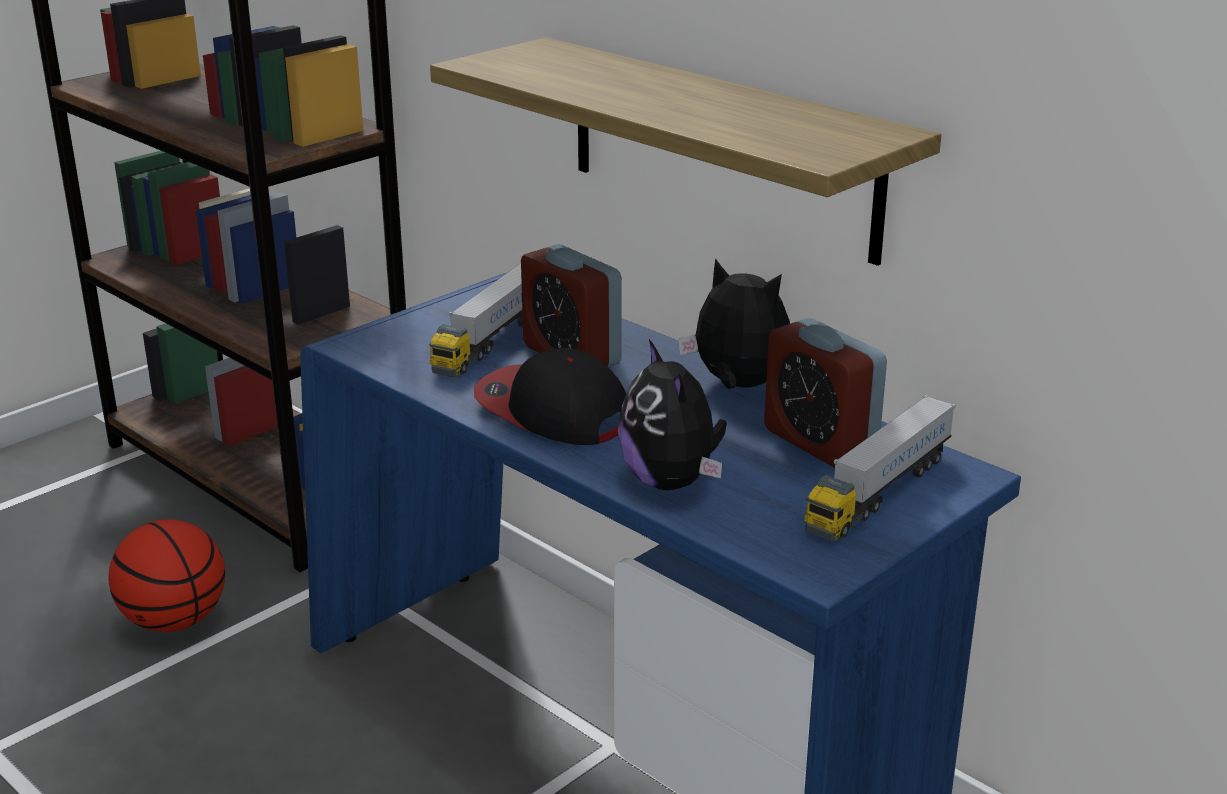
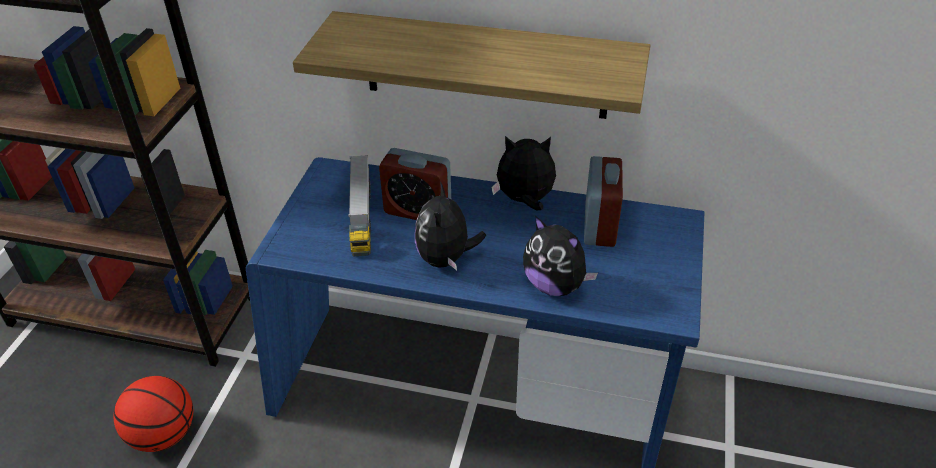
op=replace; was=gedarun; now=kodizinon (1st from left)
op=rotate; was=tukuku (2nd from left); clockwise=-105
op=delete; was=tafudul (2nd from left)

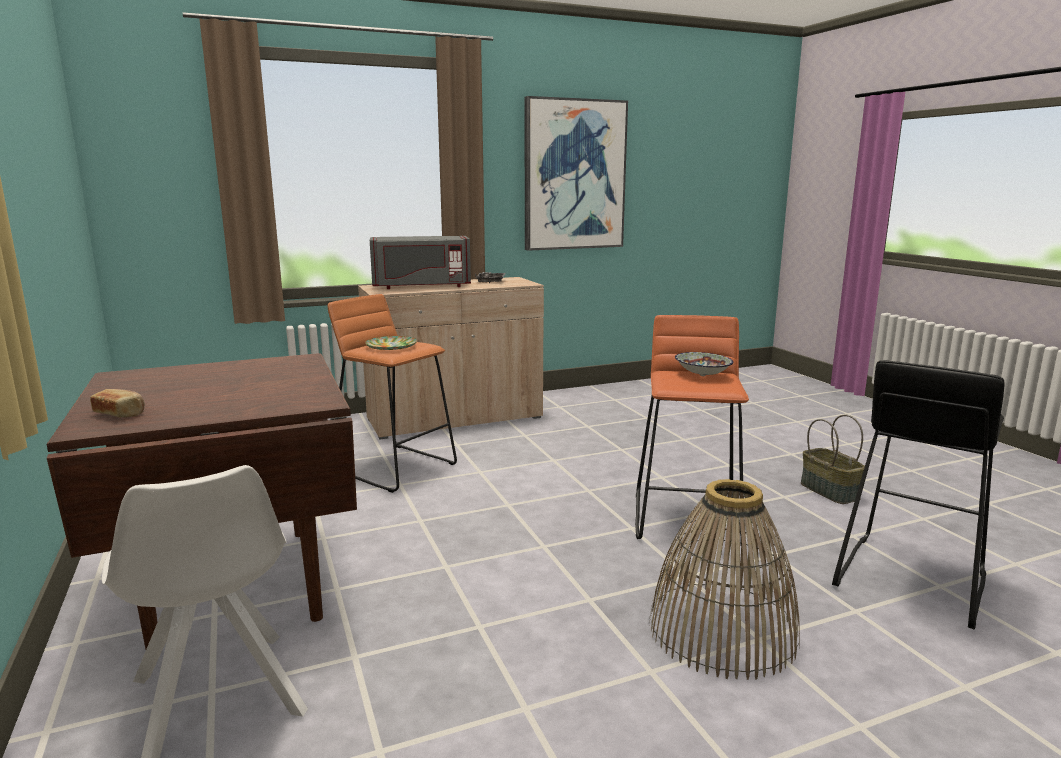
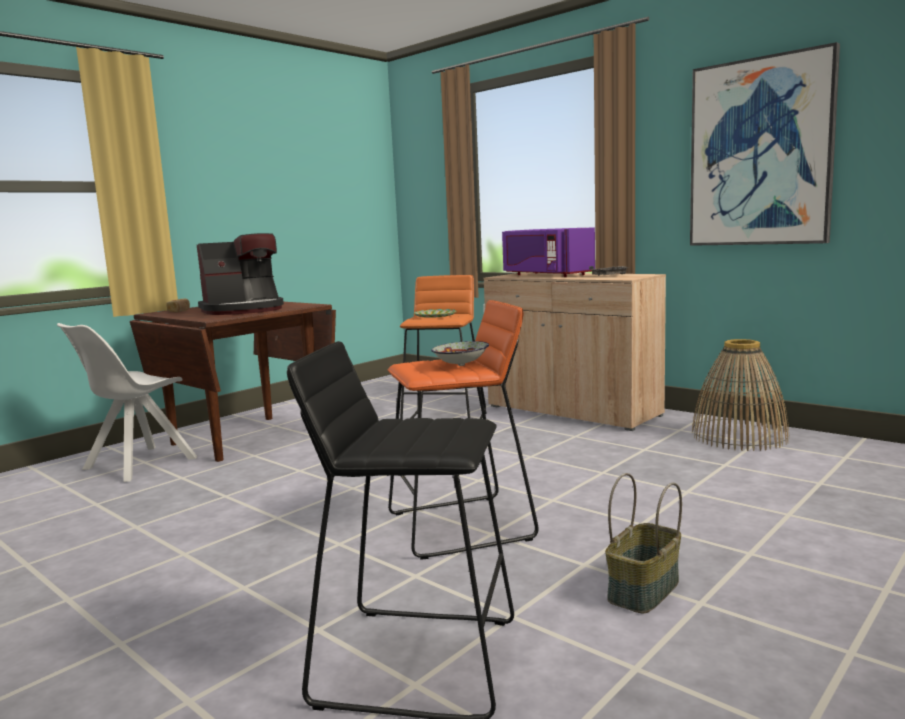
op=insert; now=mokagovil
op=recolor; was=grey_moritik; now=purple_moritik
op=move; was=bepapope (1st from left in the first image); now=bepapope (2nd from left)

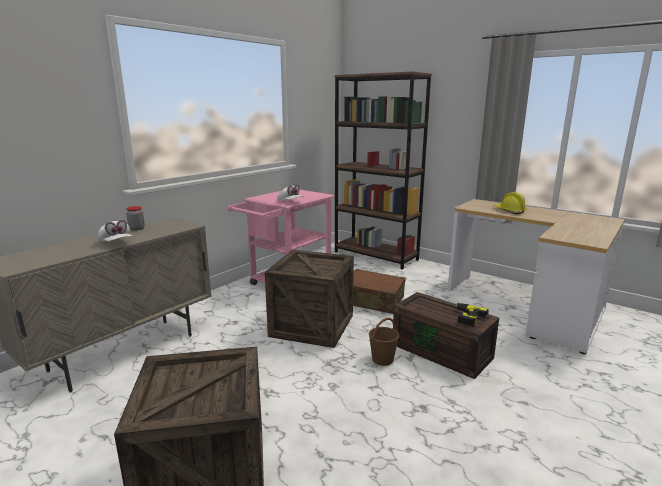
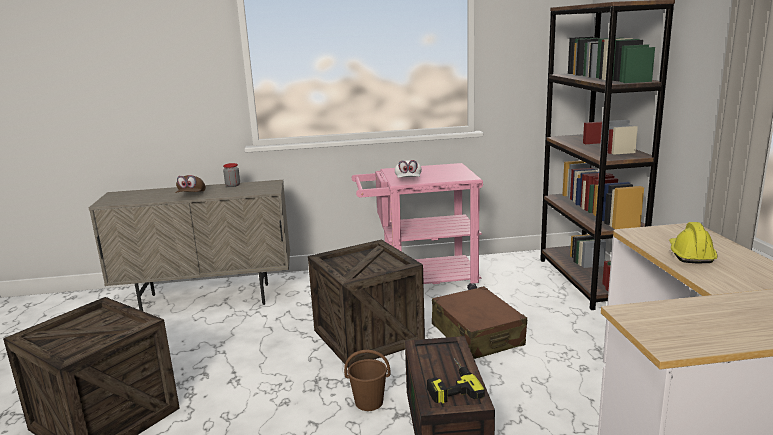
op=recolor; was=white_gedarun (1st from left); now=brown_gedarun

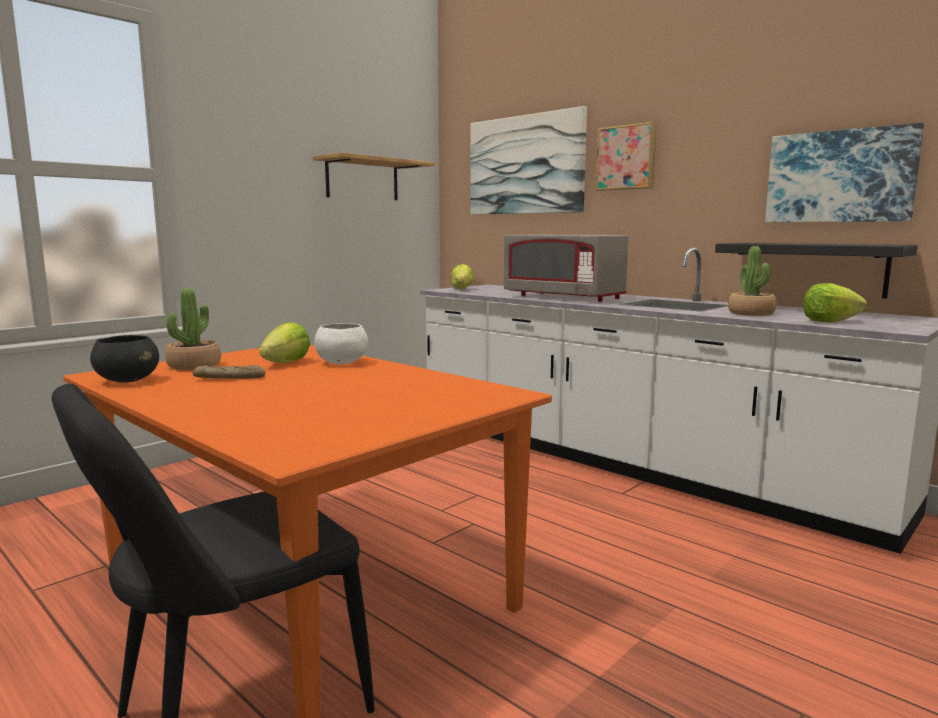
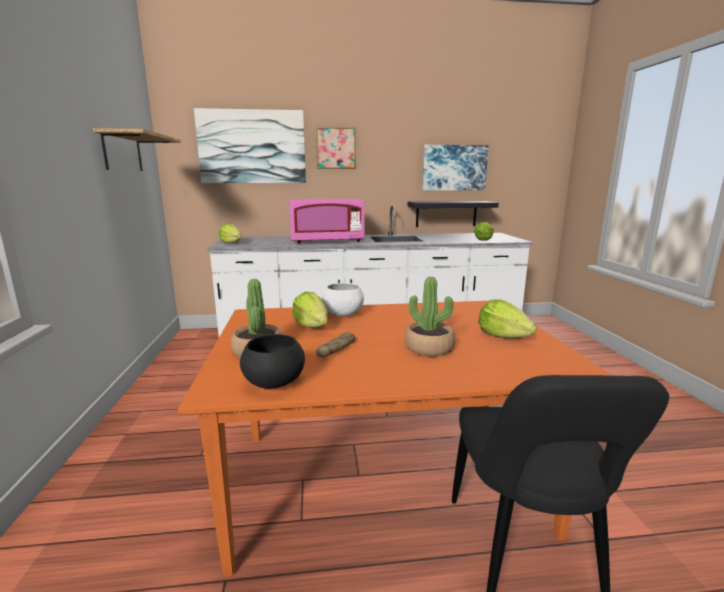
op=recolor; was=grey_moritik; now=pink_moritik
op=move; was=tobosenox (2nd from left)
op=insert; now=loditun (4th from left)

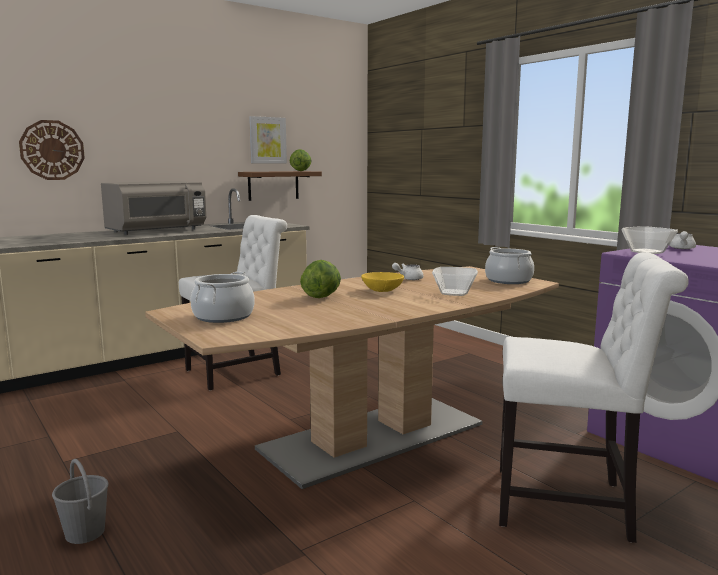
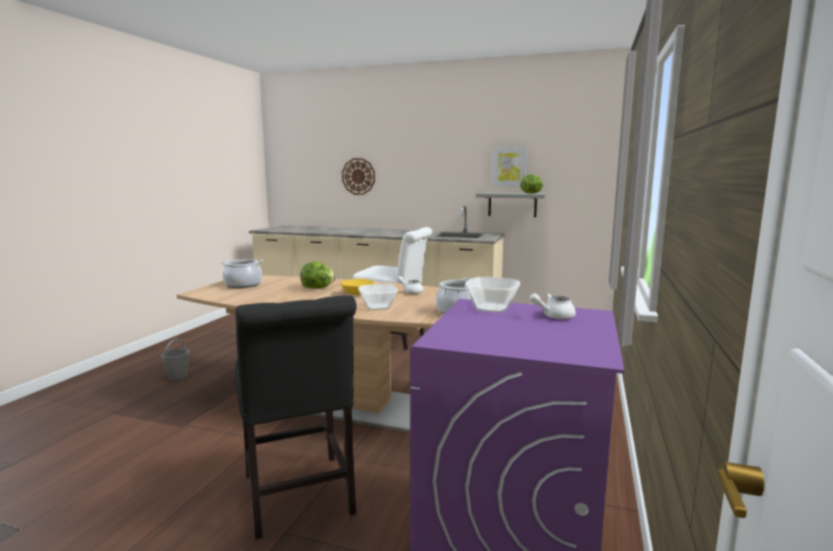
op=recolor; was=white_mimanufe (2nd from left); now=black_mimanufe
op=recolor; was=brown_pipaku; now=grey_pipaku
op=delete; was=grey_moritik

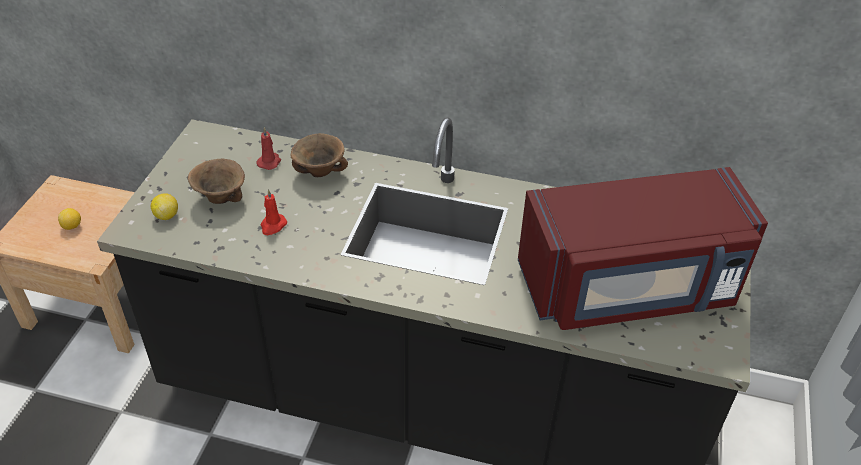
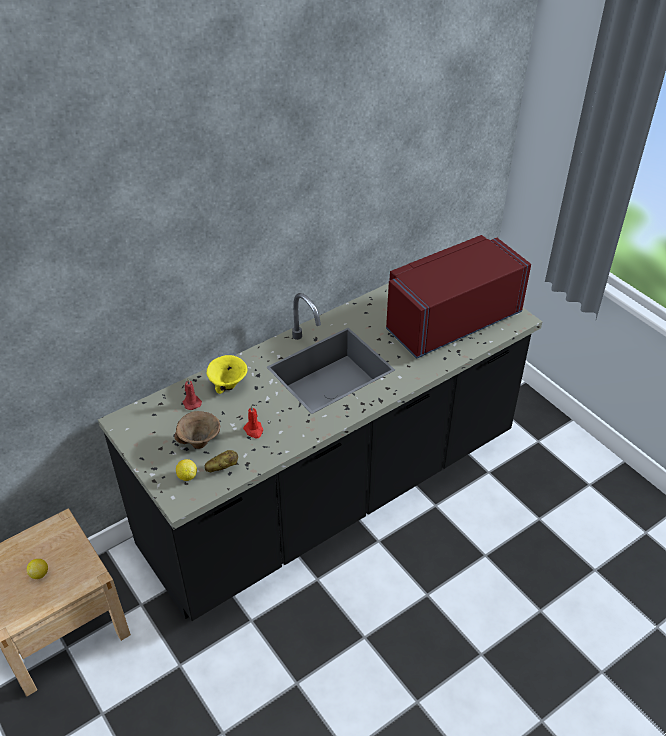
op=insert; now=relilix
op=recolor; was=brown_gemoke (2nd from left); now=yellow_gemoke
op=rotate; was=red_moritik; clockwise=-150

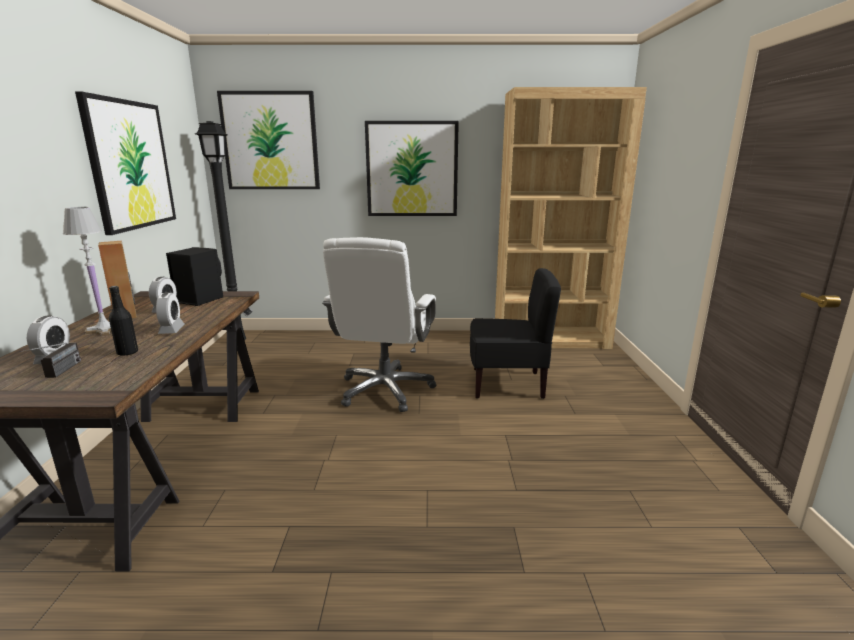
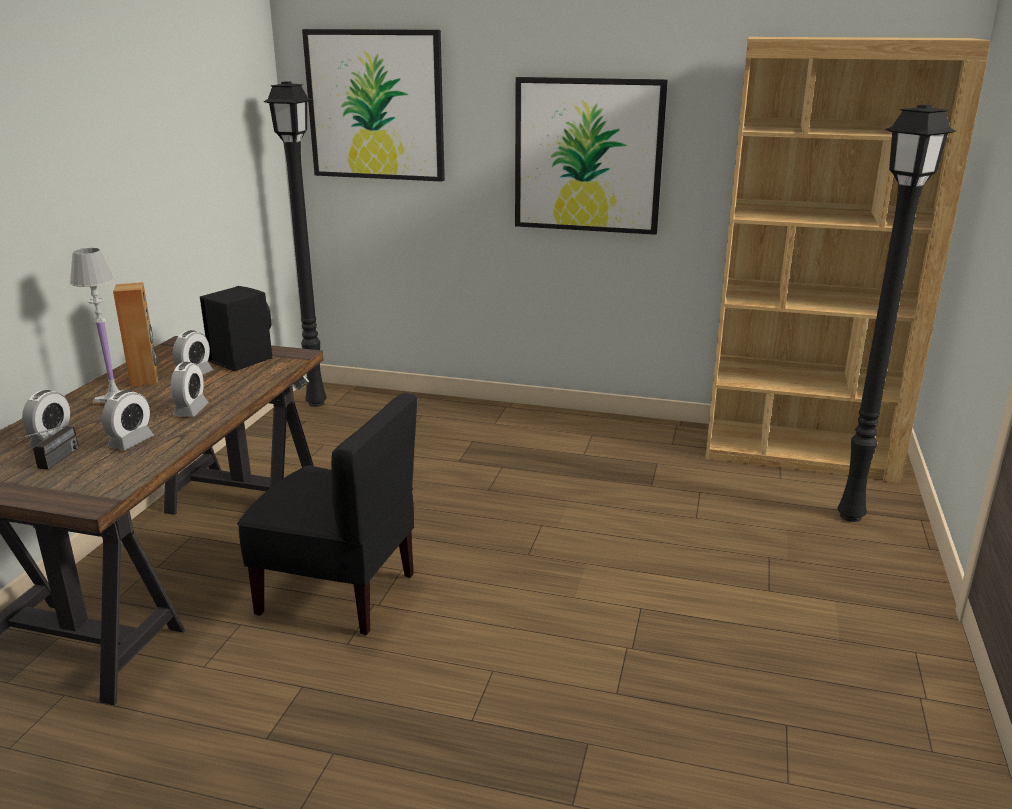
op=replace; was=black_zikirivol; now=tukuku (2nd from left)
op=move; was=black_mimanufe
op=insert; now=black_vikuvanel (2nd from left)
op=delete; was=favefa (1st from left)
op=delete; was=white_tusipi

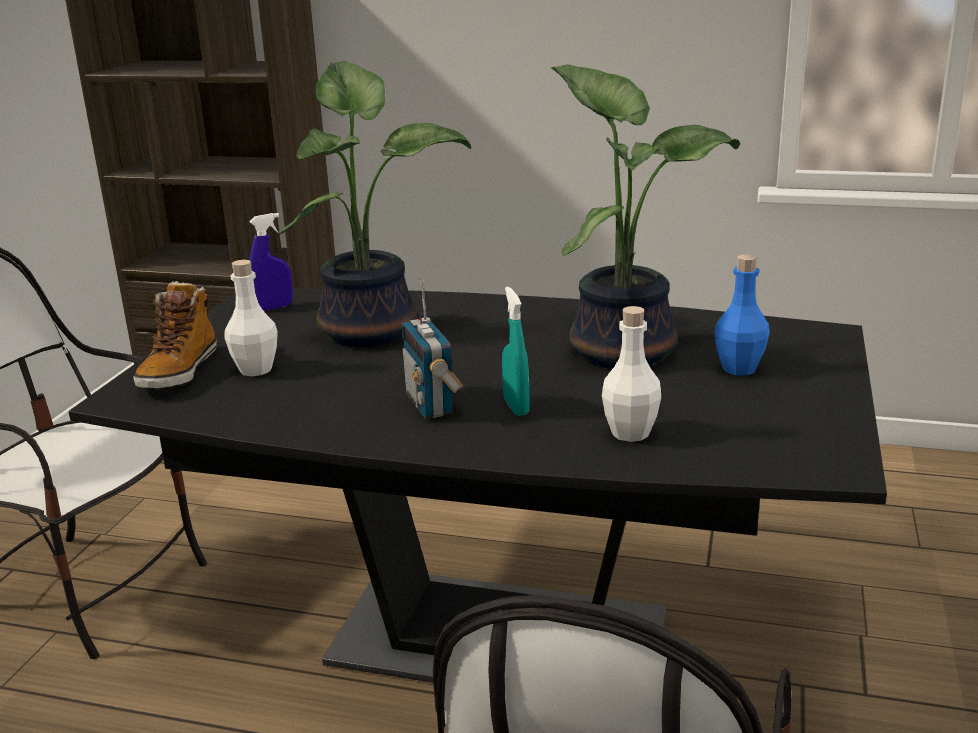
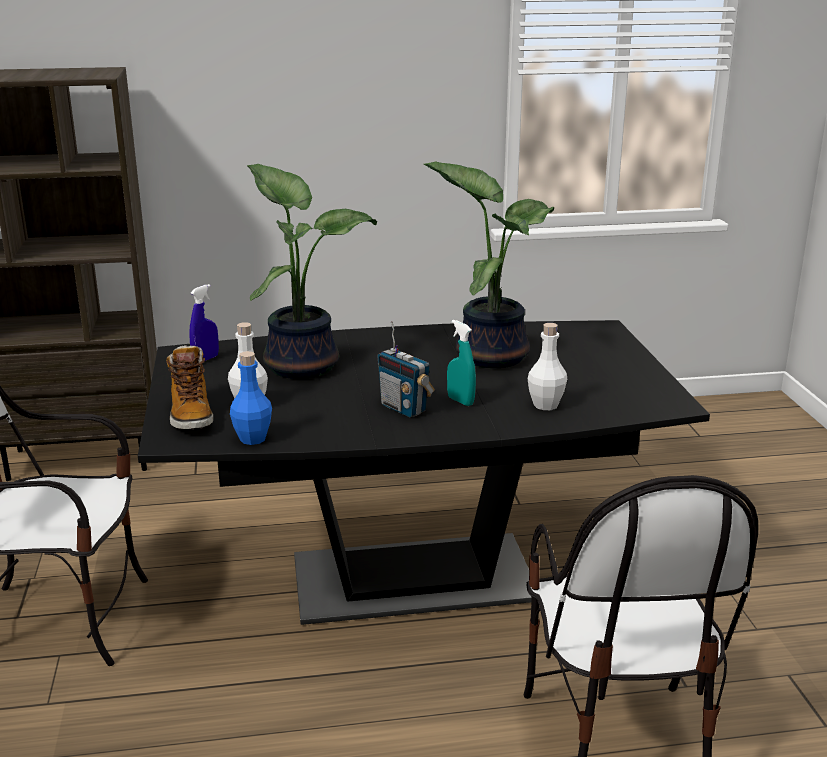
op=move; was=blue_zikirivol

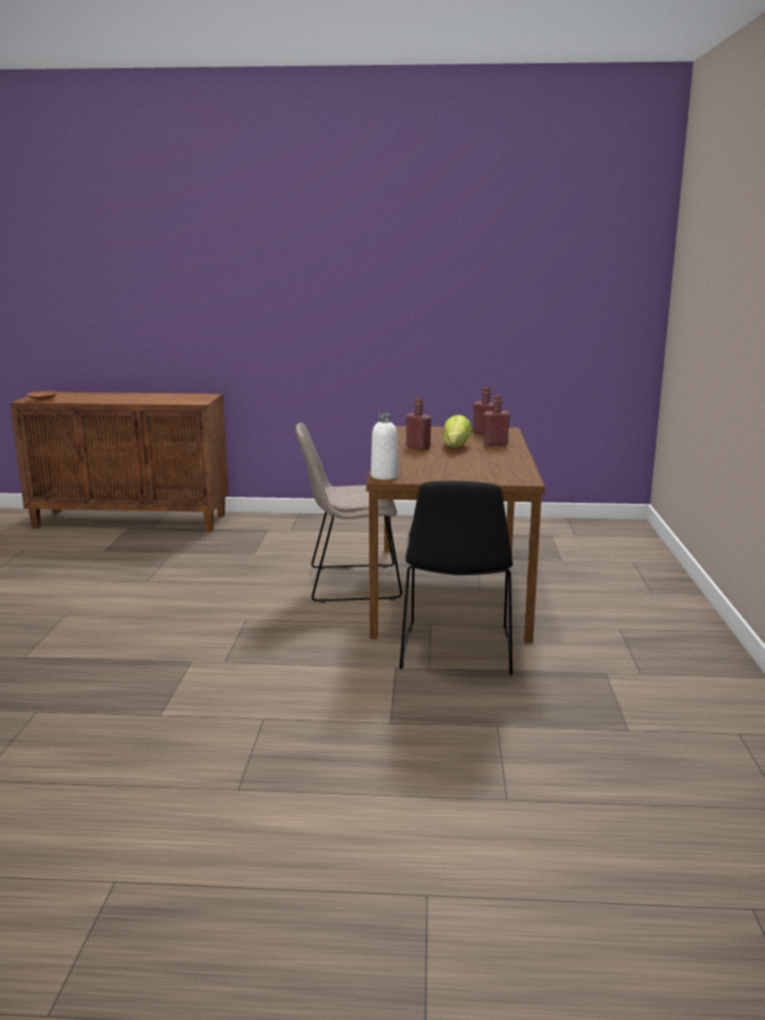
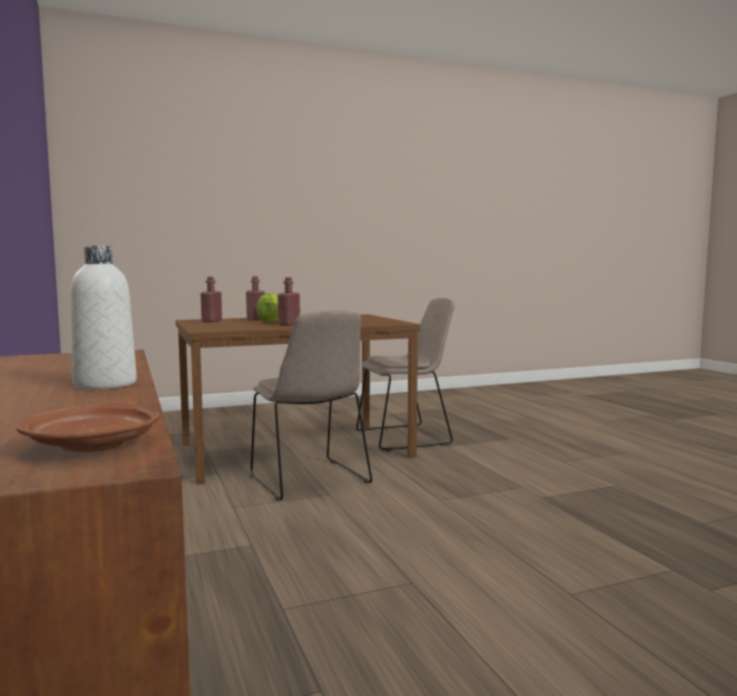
op=move; was=white_zikirivol
op=recolor; was=black_mimanufe; now=beige_mimanufe (2nd from left)

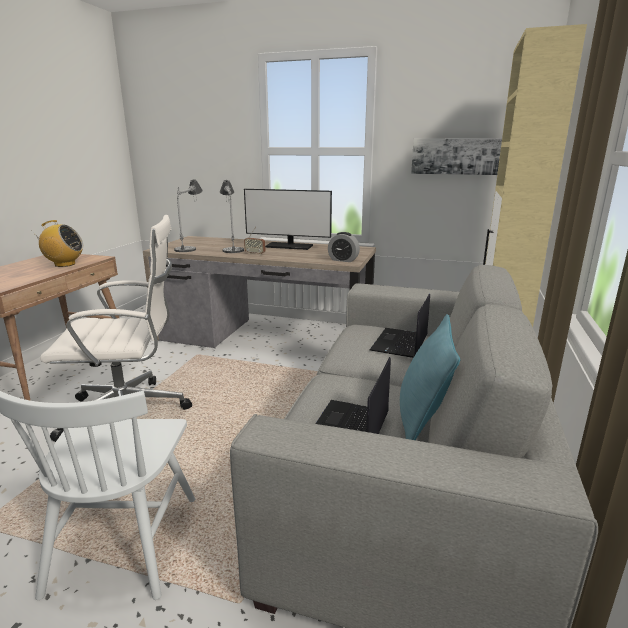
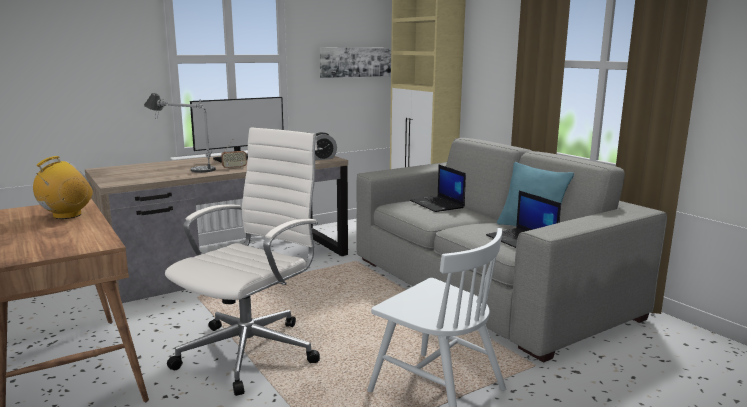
op=delete; was=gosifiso (1st from left)

